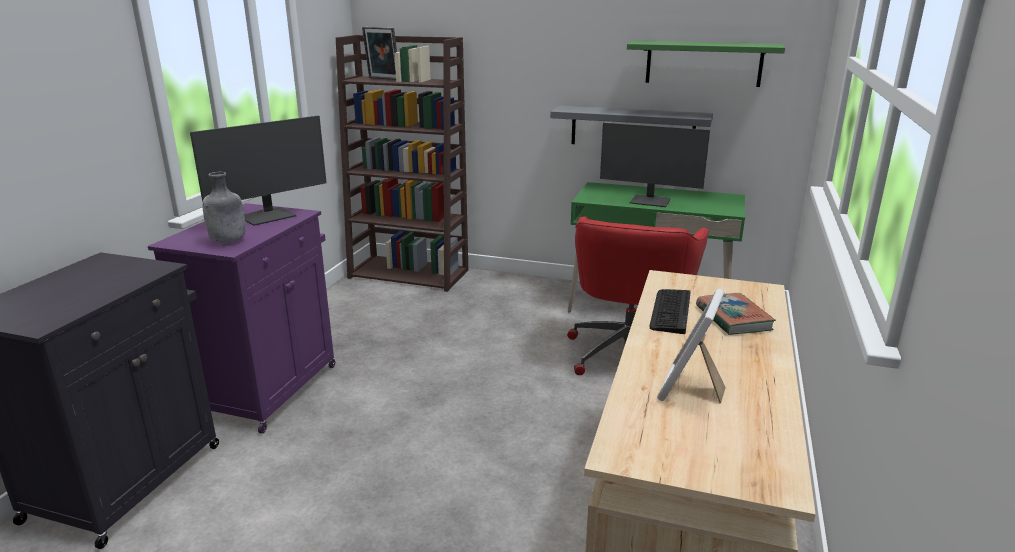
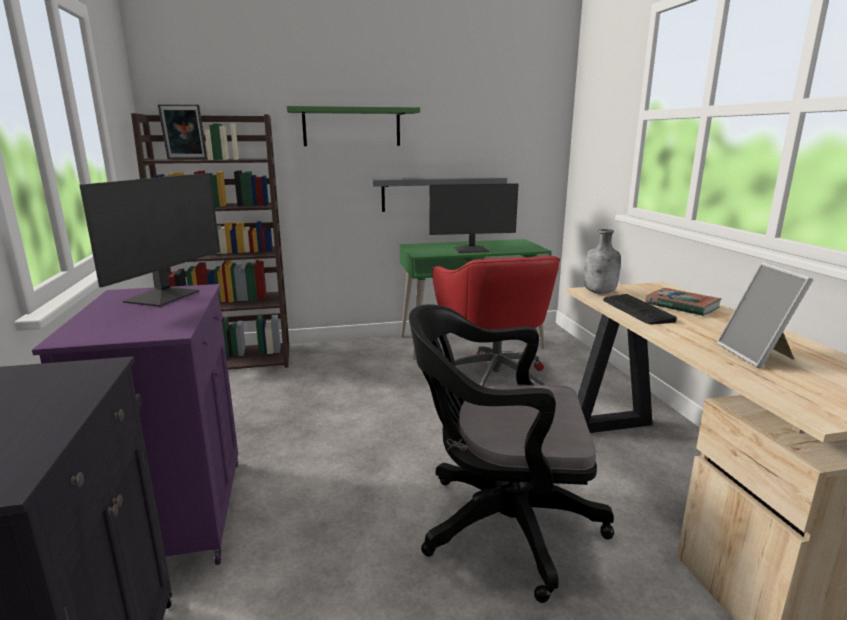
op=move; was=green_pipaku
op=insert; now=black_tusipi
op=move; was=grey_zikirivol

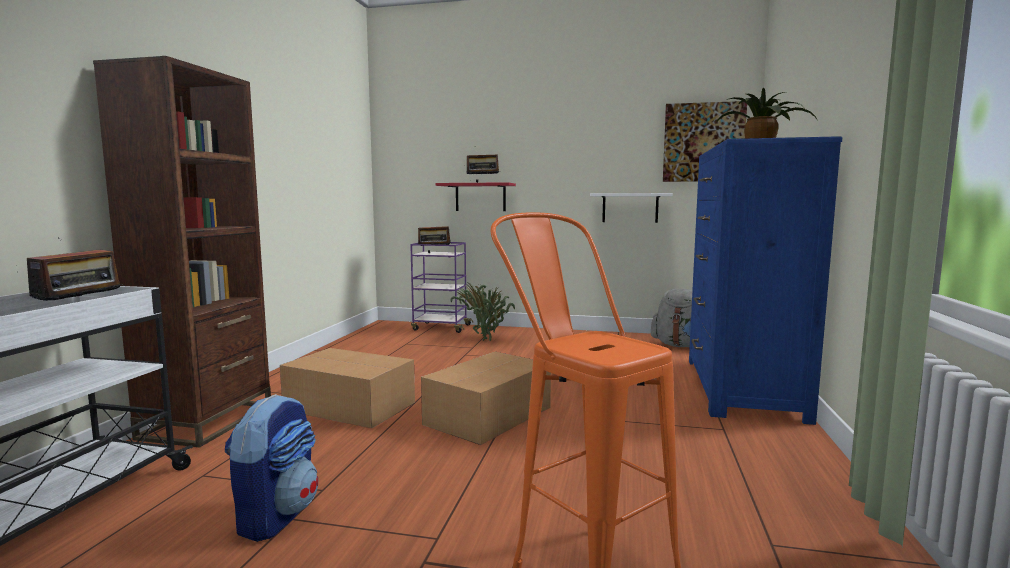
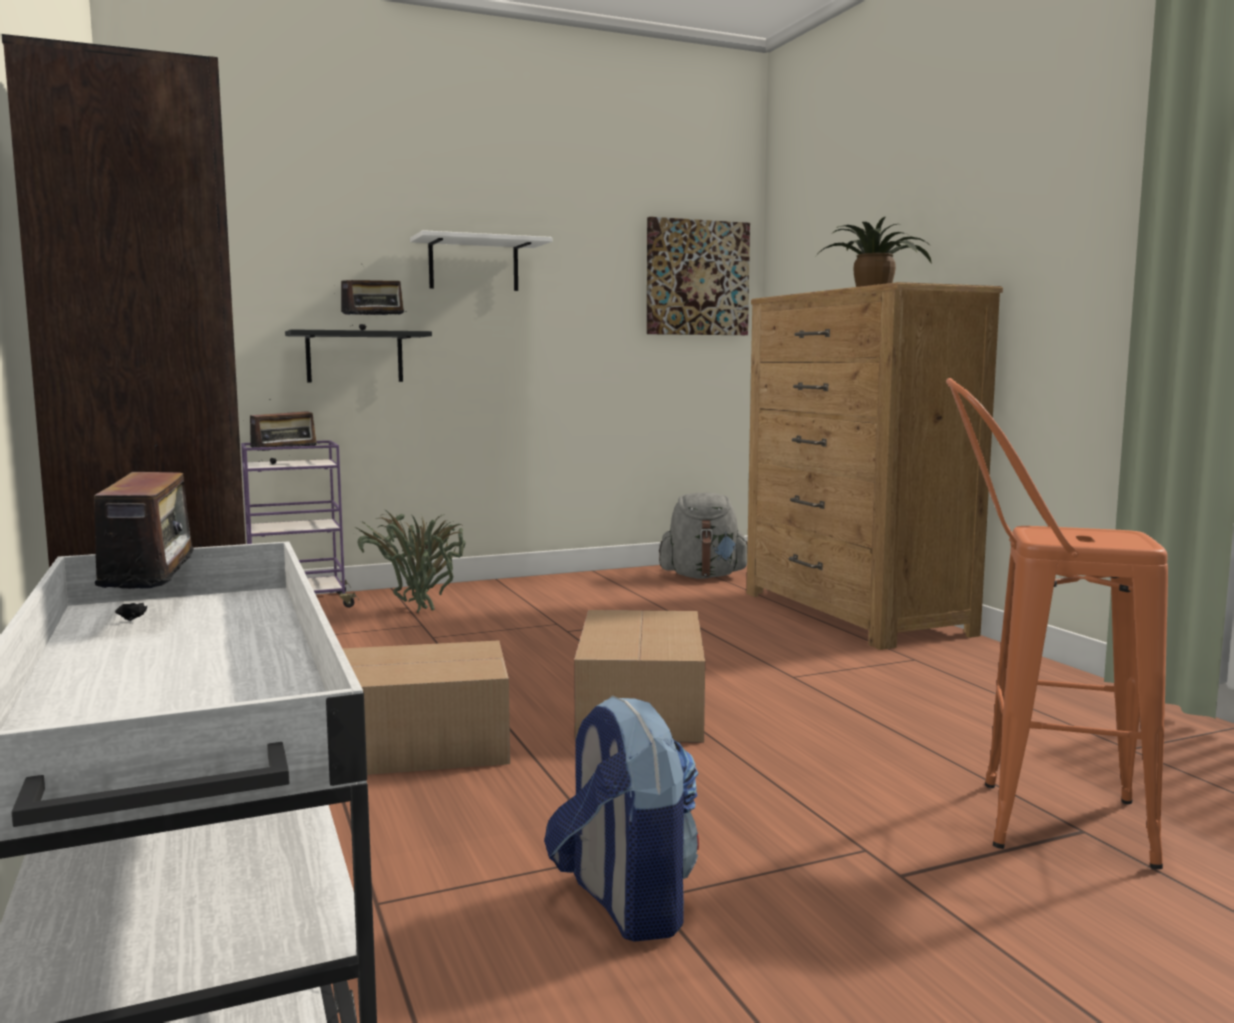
op=recolor; was=red_pipaku; now=black_pipaku
op=move; was=white_pipaku
op=recolor; was=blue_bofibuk; now=brown_bofibuk

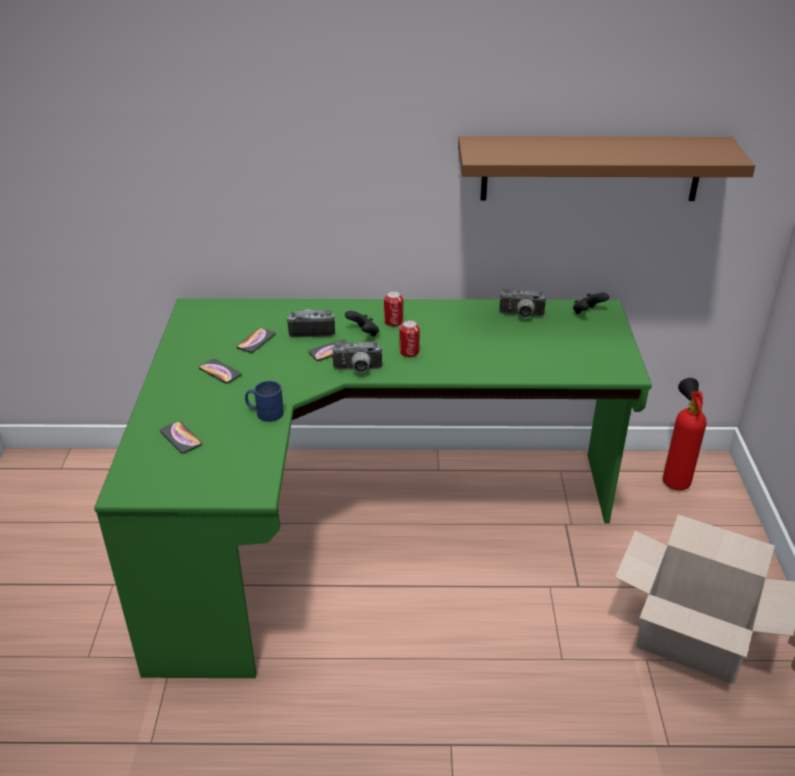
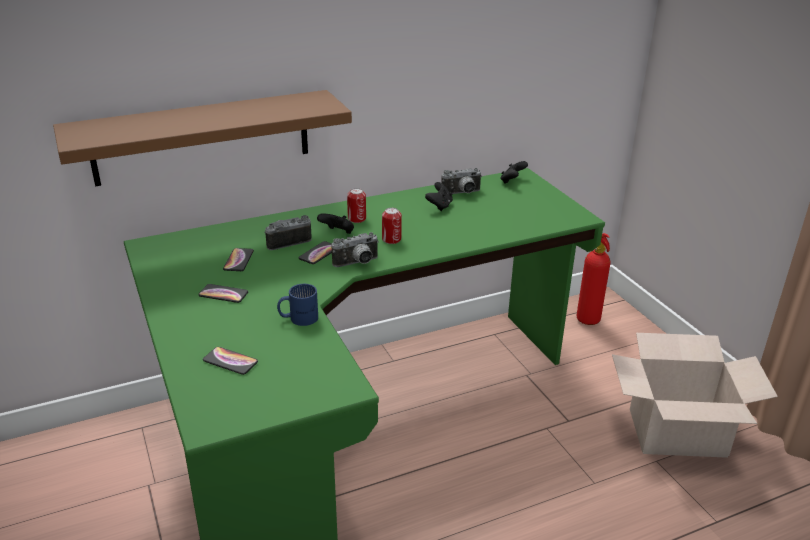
op=move; was=brown_pipaku
op=insert; now=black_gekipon (2nd from left)

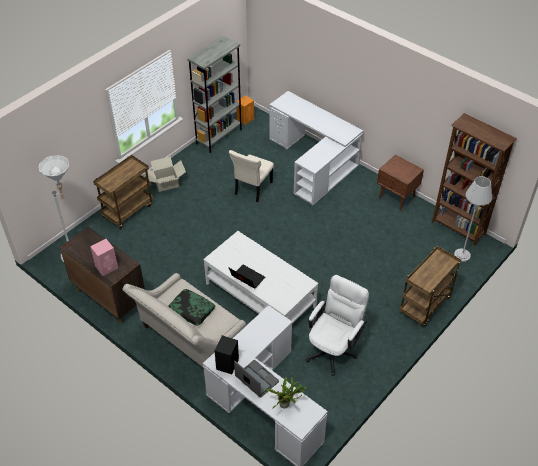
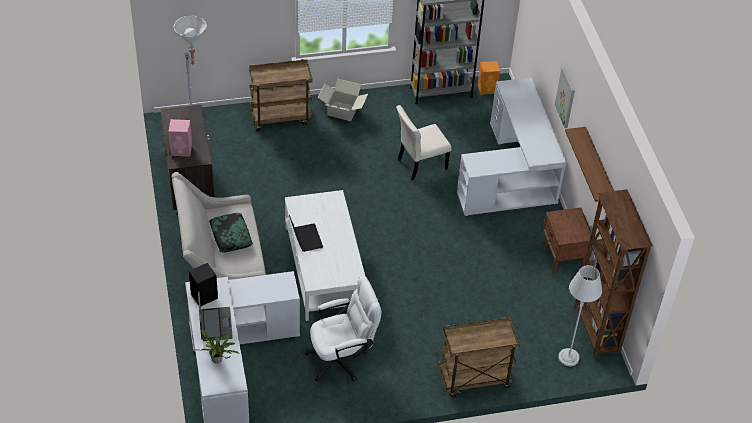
op=insert; now=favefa
op=insert; now=pipaku

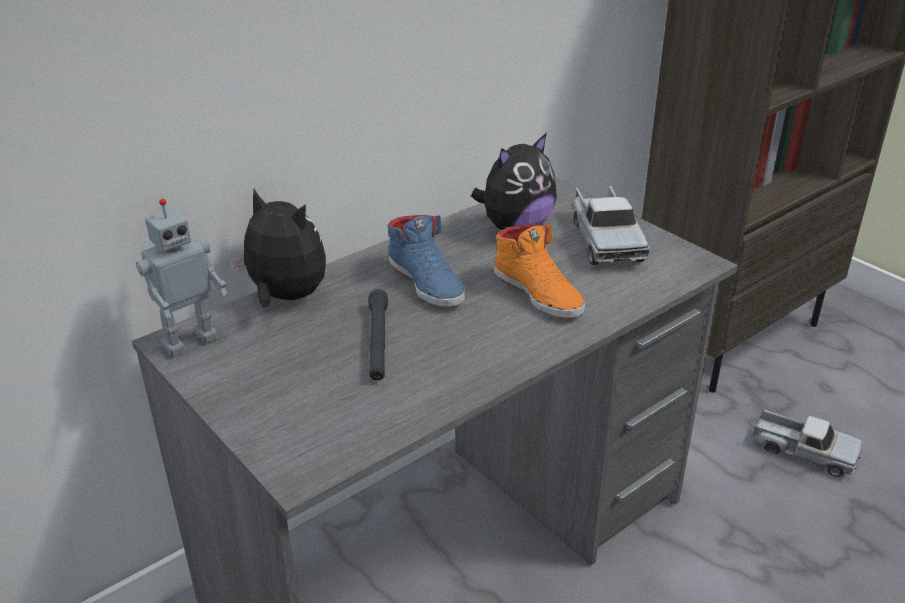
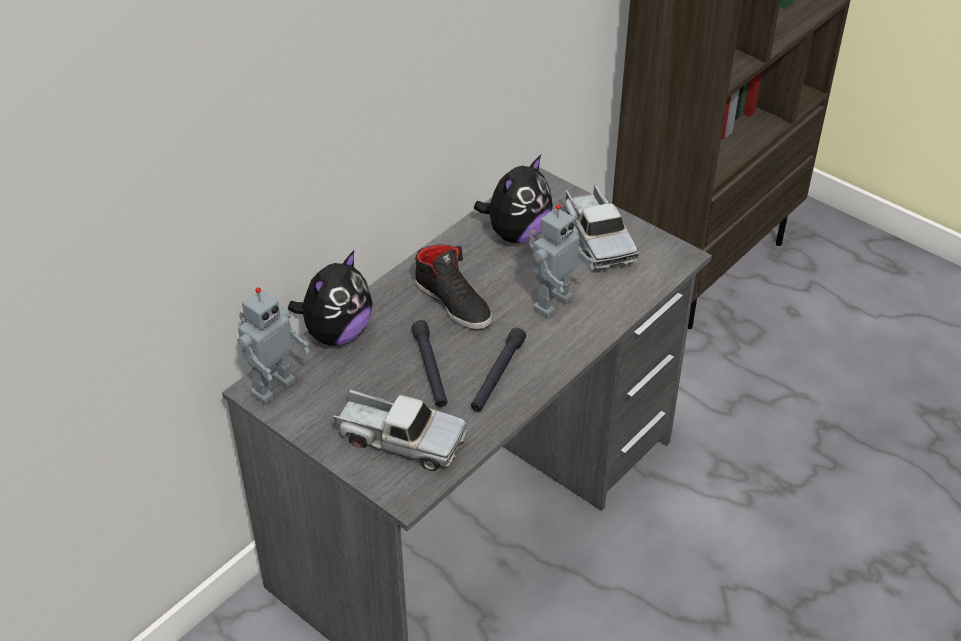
op=rotate; was=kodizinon (1st from left); clockwise=105
op=move; was=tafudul (2nd from left in the first image); now=tafudul (1st from left)
op=recolor; was=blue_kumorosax; now=black_kumorosax
op=insert; now=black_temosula (2nd from left)
op=replace; was=orange_kumorosax; now=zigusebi (2nd from left)

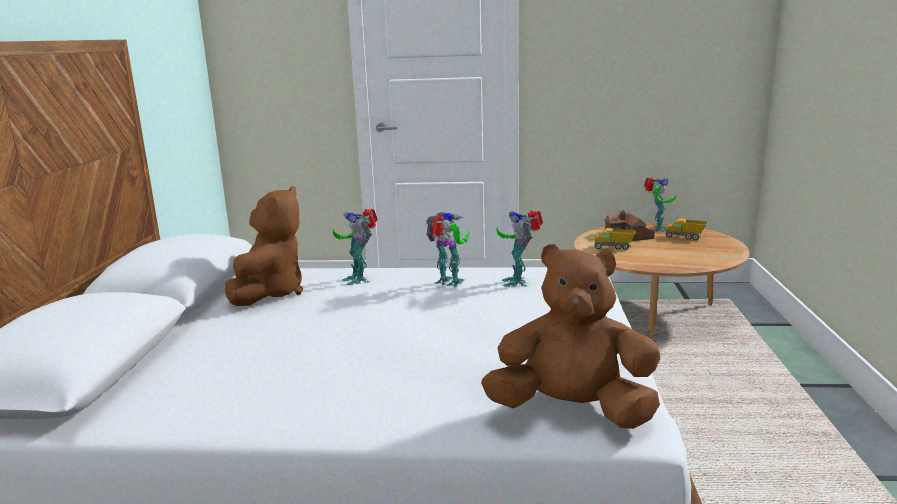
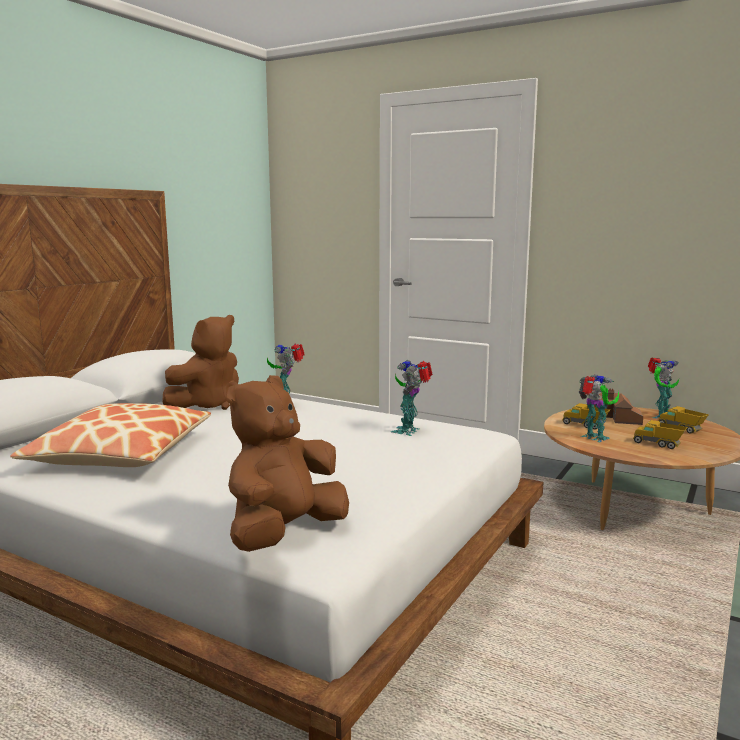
op=insert; now=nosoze
op=rotate; was=brown_kodizinon (2nd from left); clockwise=-90
op=move; was=zigusebi (2nd from left in the first image); now=zigusebi (3rd from left)
op=insert; now=tafudul (2nd from left)

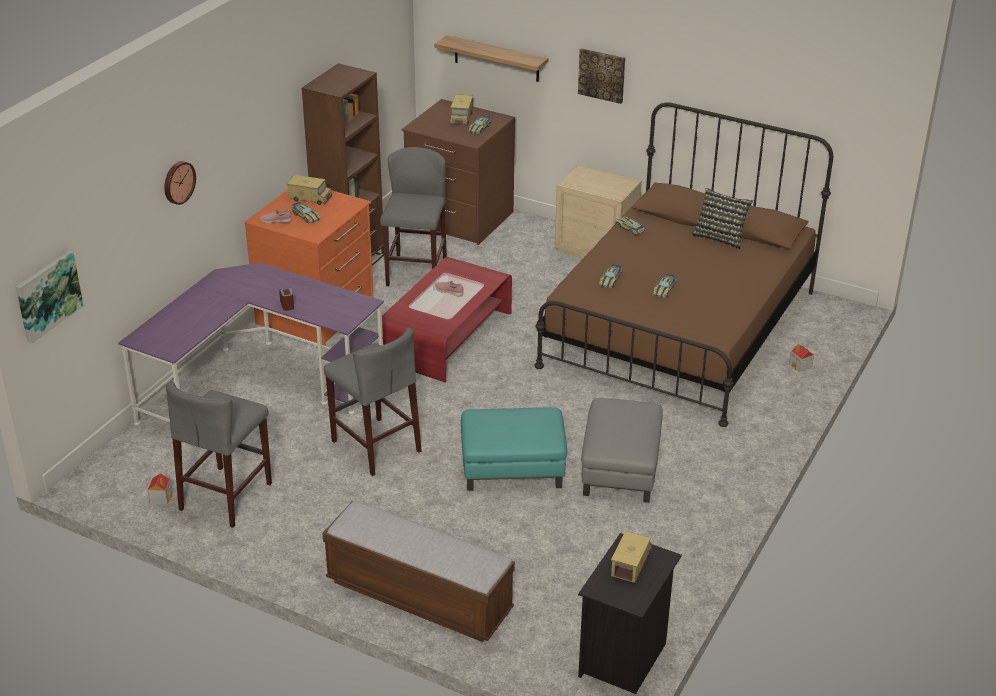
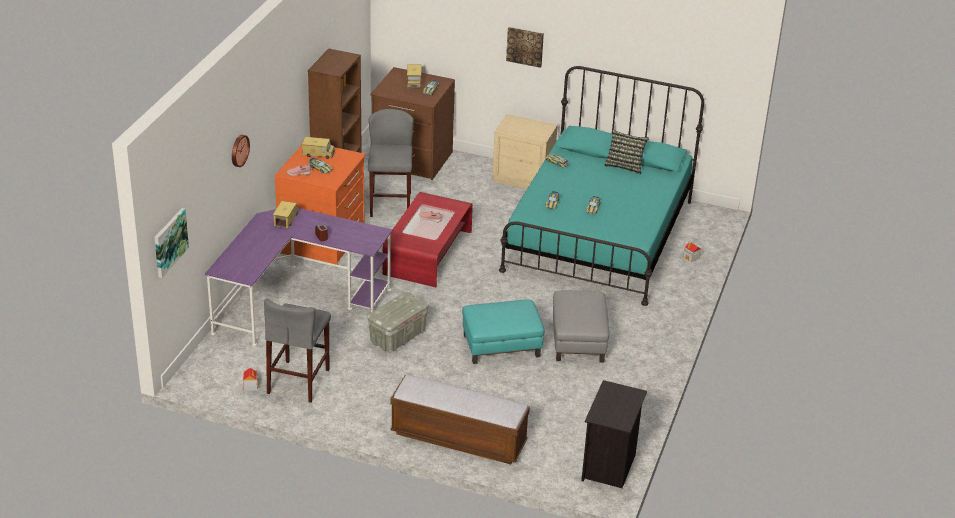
op=move; was=tafudul (3rd from left in the first image); now=tafudul (1st from left)
op=replace; was=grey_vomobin (2nd from left); now=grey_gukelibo
op=recolor; was=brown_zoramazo; now=turquoise_zoramazo
op=delete; was=pipaku

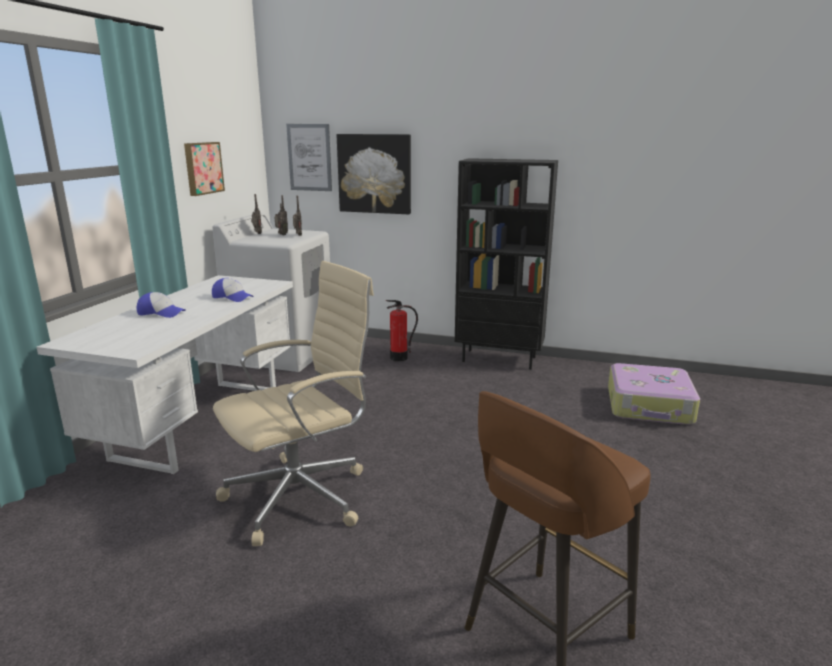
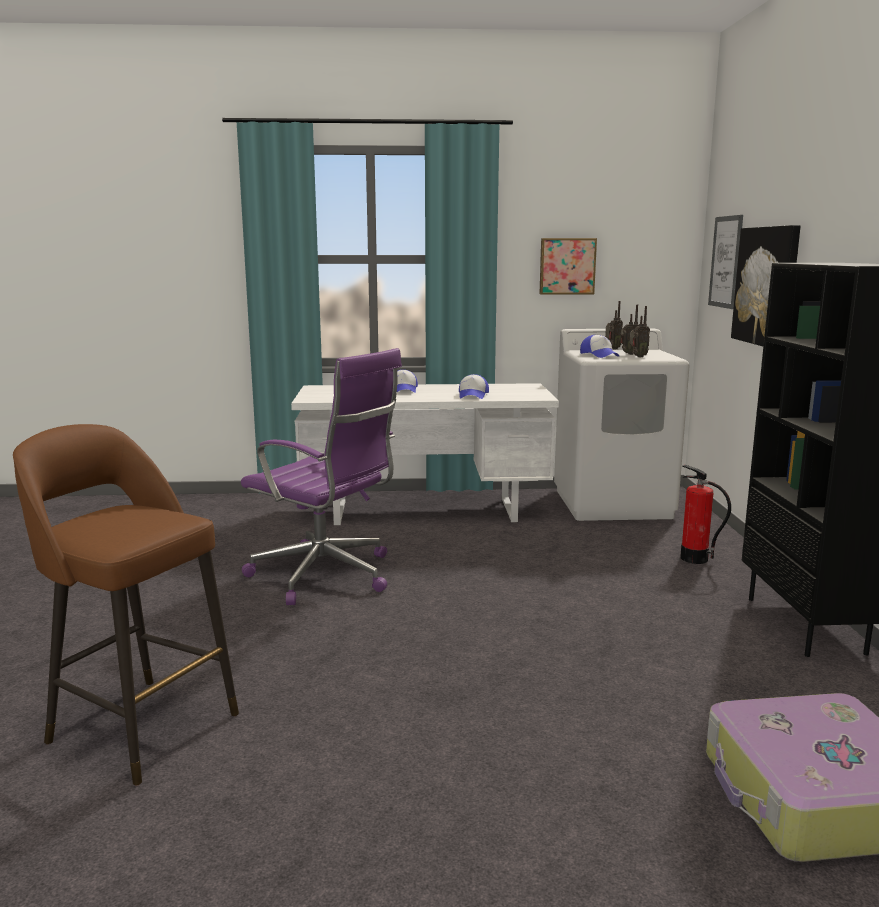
op=recolor; was=beige_tusipi; now=purple_tusipi
op=insert; now=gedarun (3rd from left)

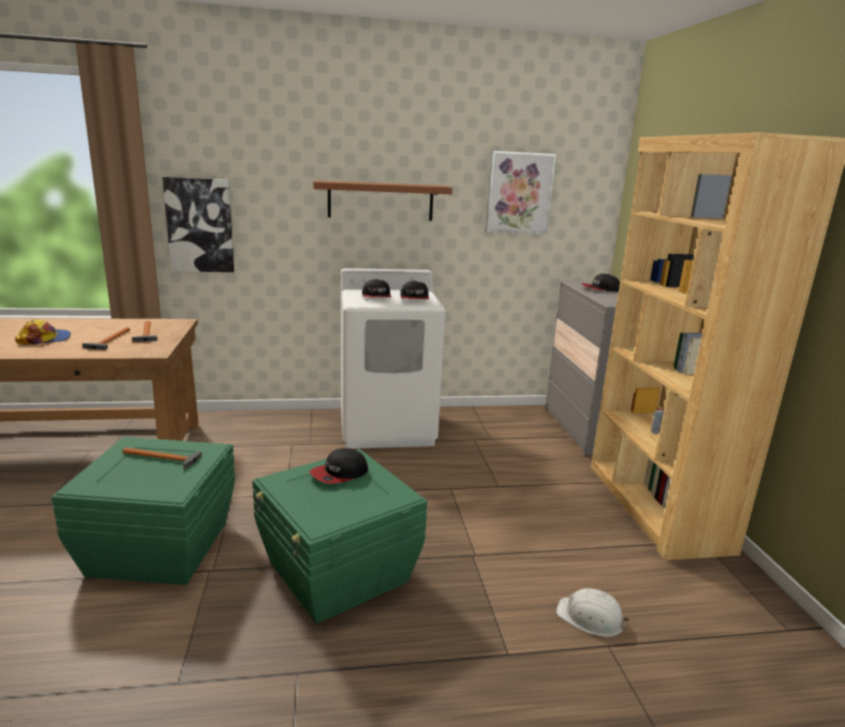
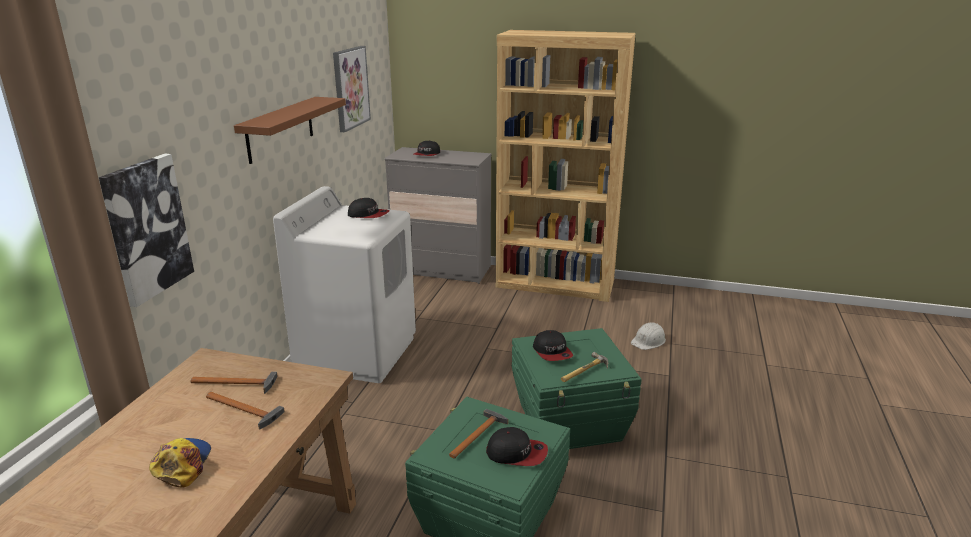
op=move; was=gedarun (3rd from left in the first image); now=gedarun (4th from left)
op=insert; now=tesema (4th from left)

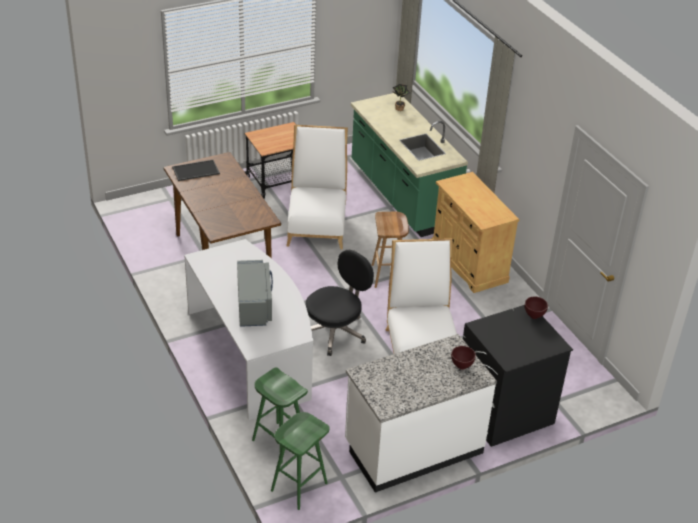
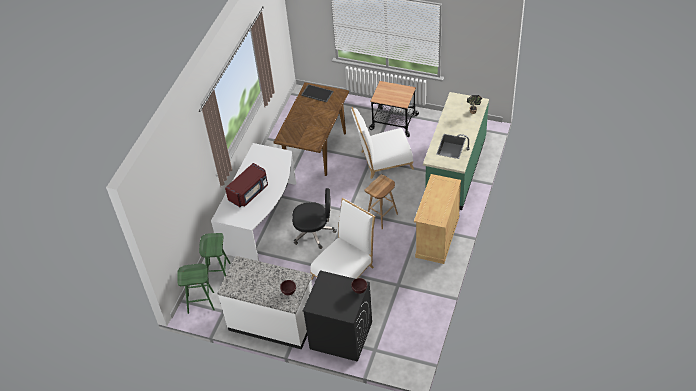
op=recolor; was=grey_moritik; now=red_moritik
op=rotate; was=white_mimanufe (1st from left in the first image); clockwise=-150

